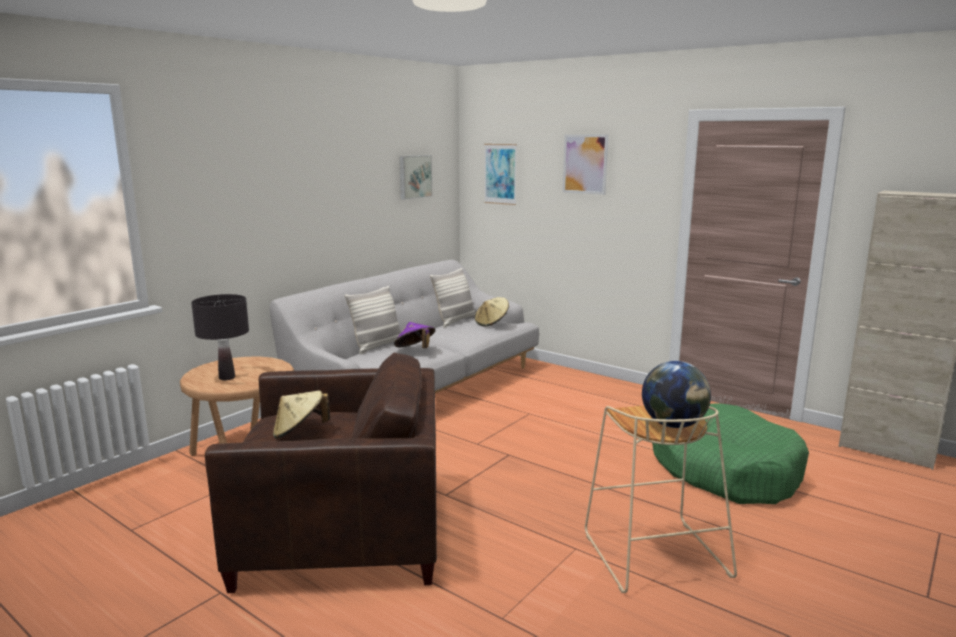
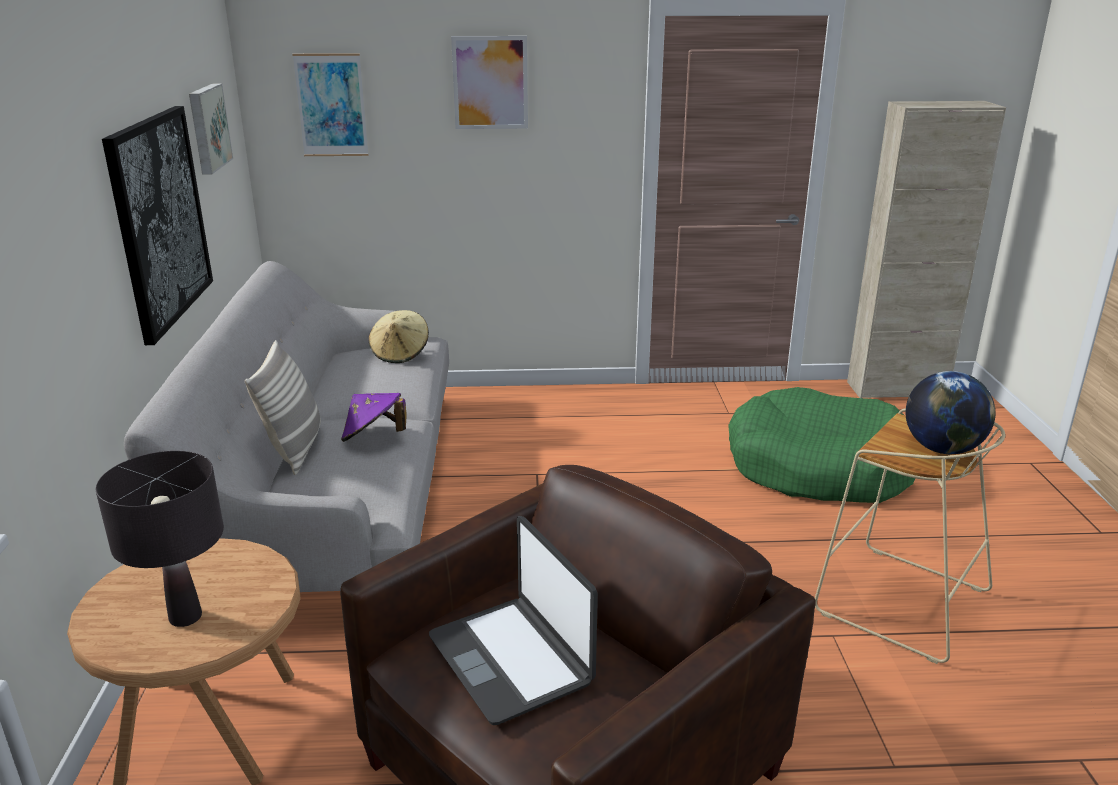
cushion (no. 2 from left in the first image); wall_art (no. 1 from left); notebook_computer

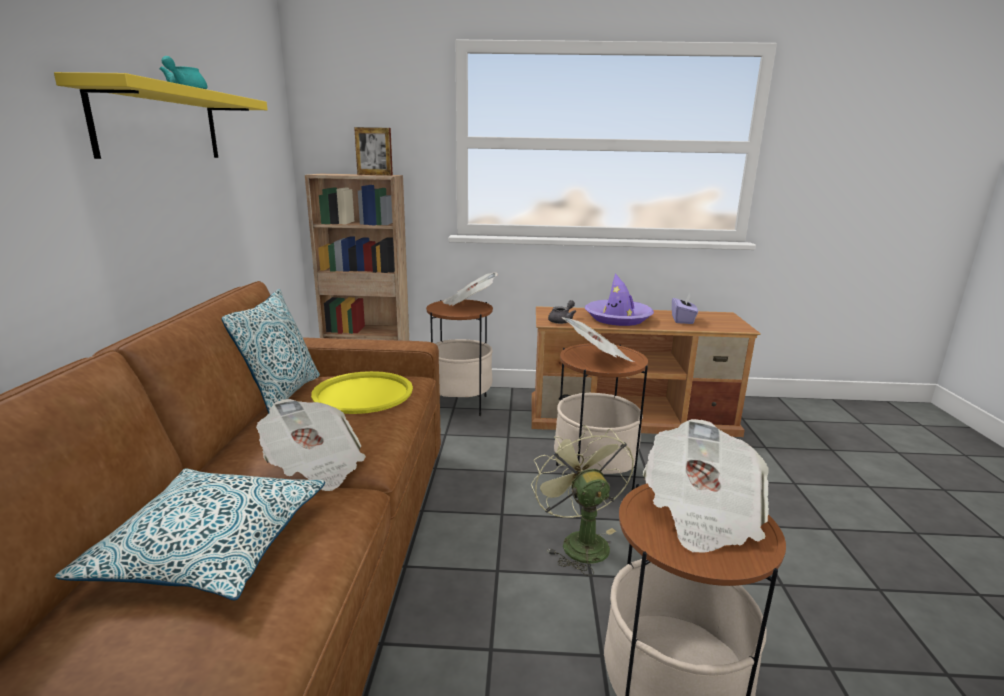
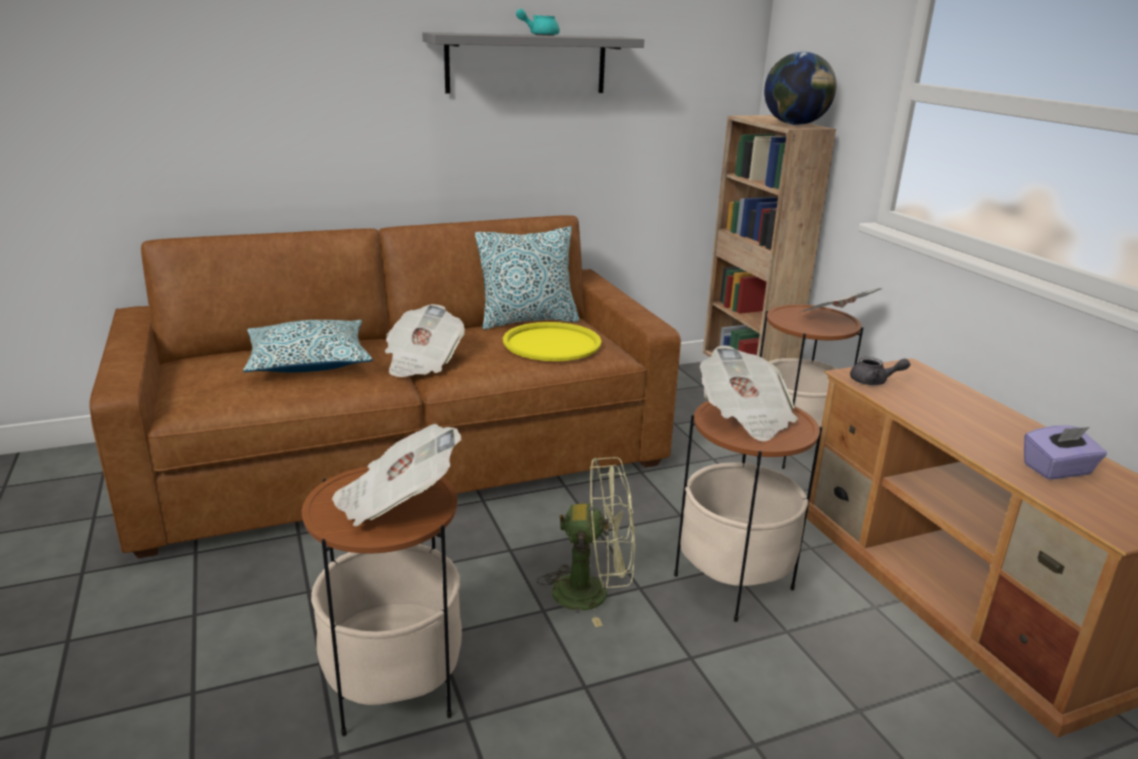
purple-coloured_hat; desk_globe; greyish_shelf; greenish_electric_fan

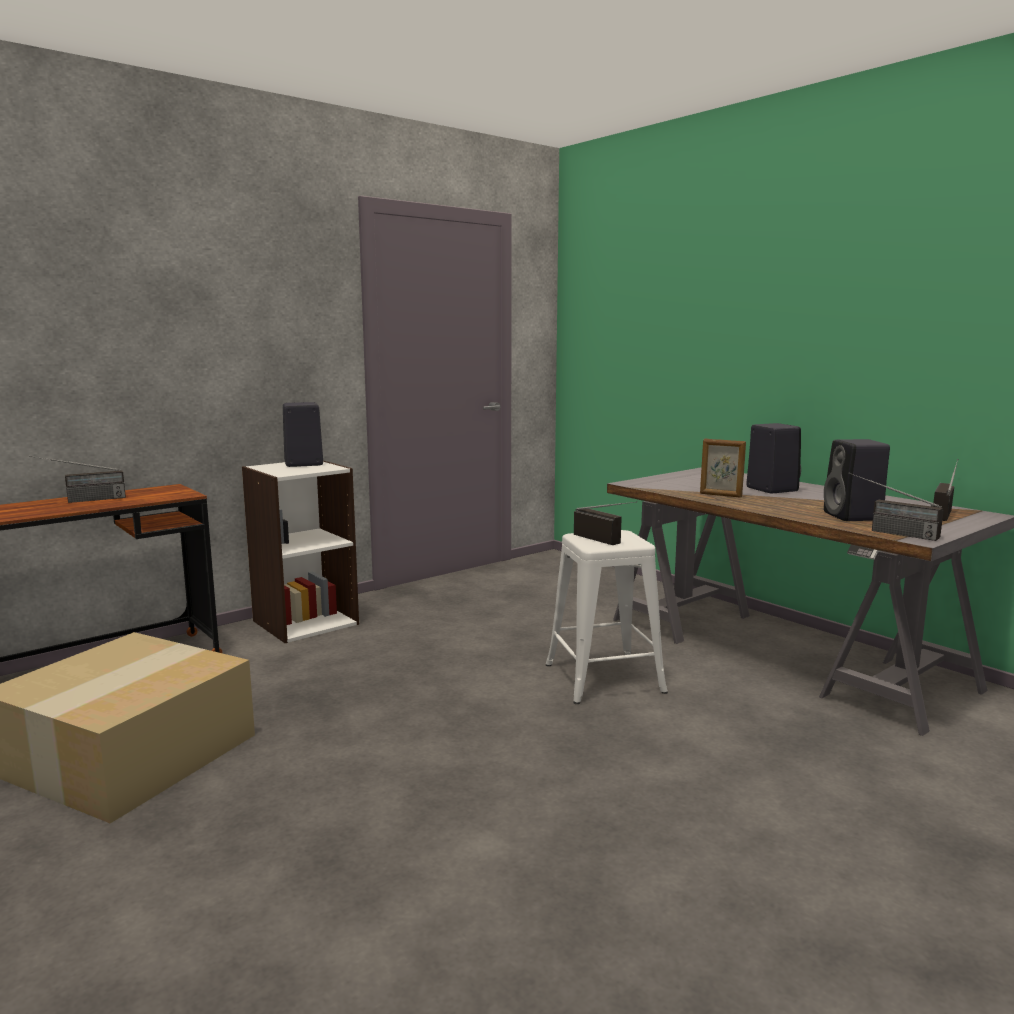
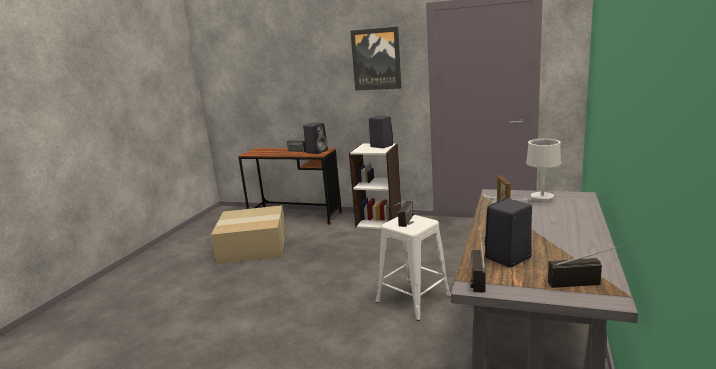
wall_art; whitish_tabletop_lamp; black_audio_speaker (no. 1 from left)

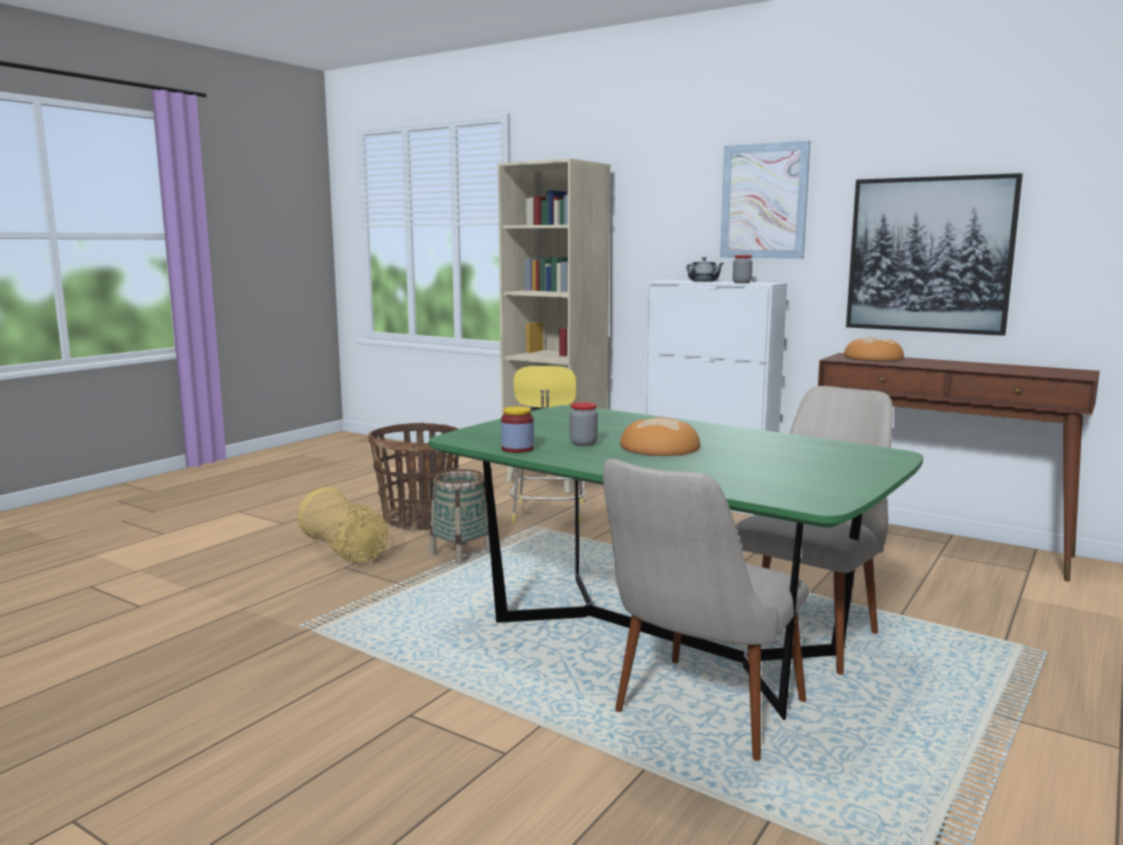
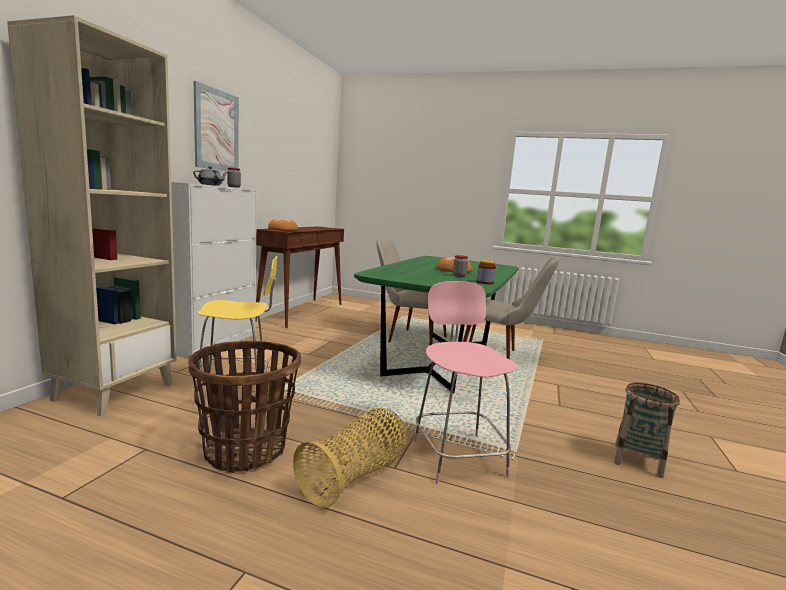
wall_art (no. 2 from left in the first image); pinkish_sitting_stool; household_basket (no. 3 from left)

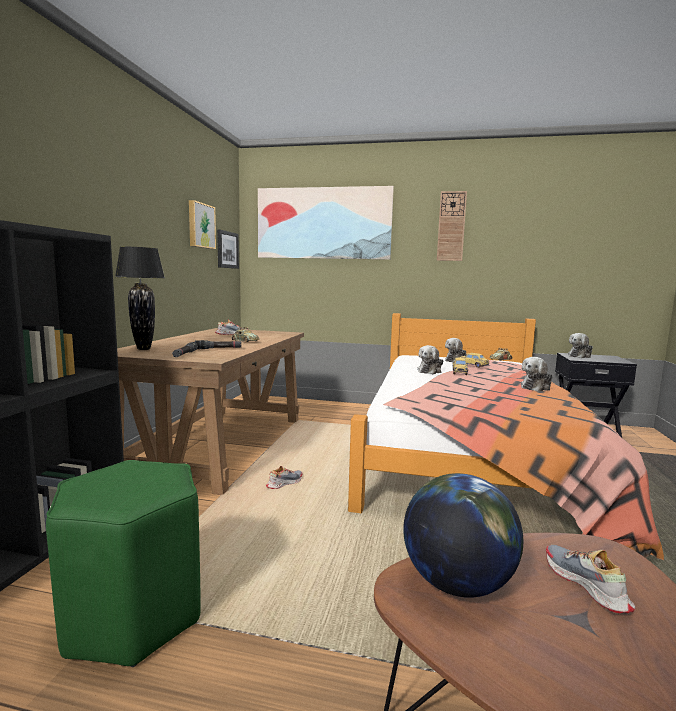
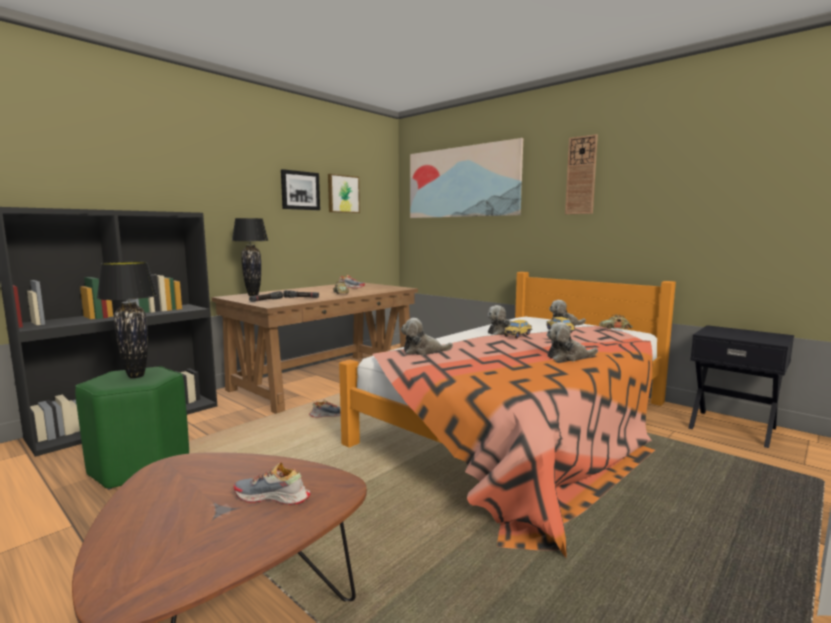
desk_globe; black_tabletop_lamp (no. 1 from left); wall_art (no. 1 from left); plush_toy (no. 1 from left); item_of_footwear (no. 1 from left)

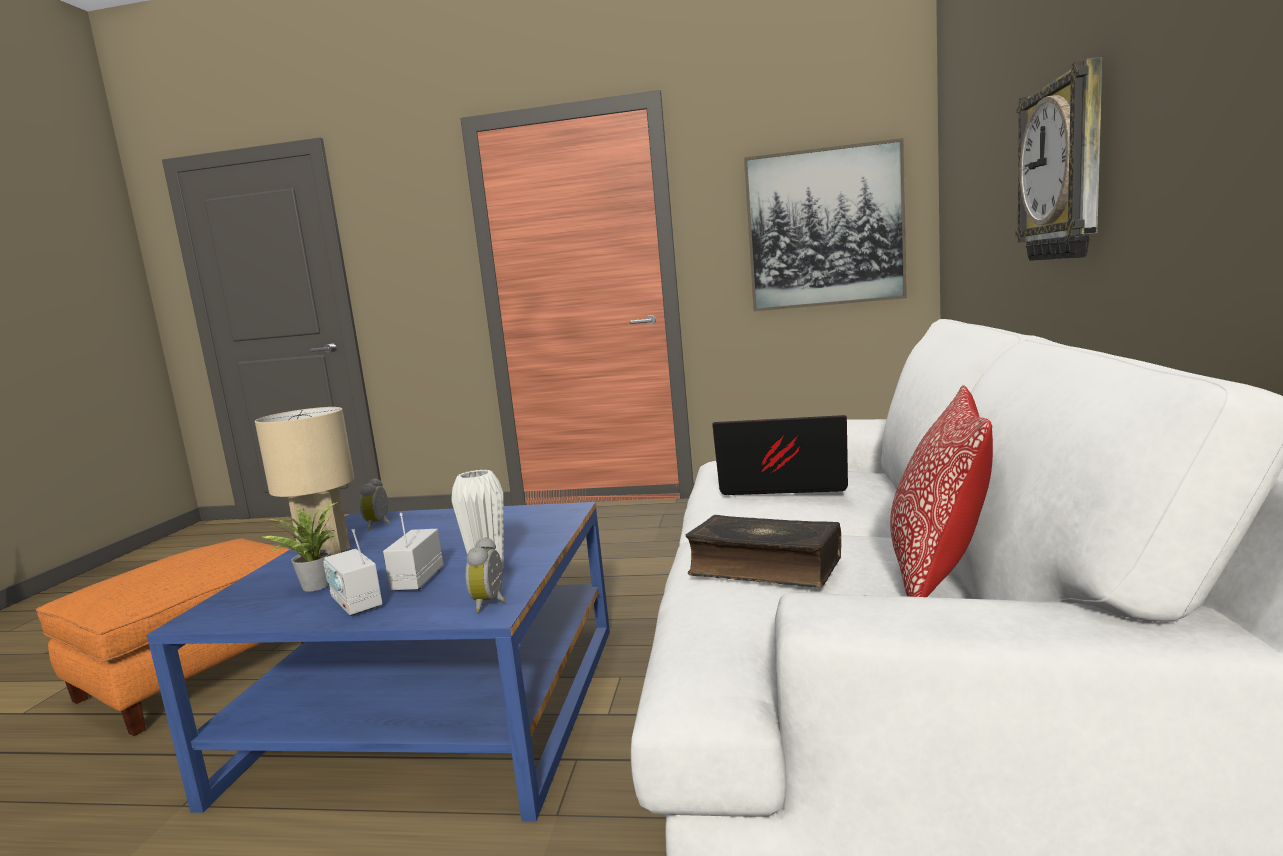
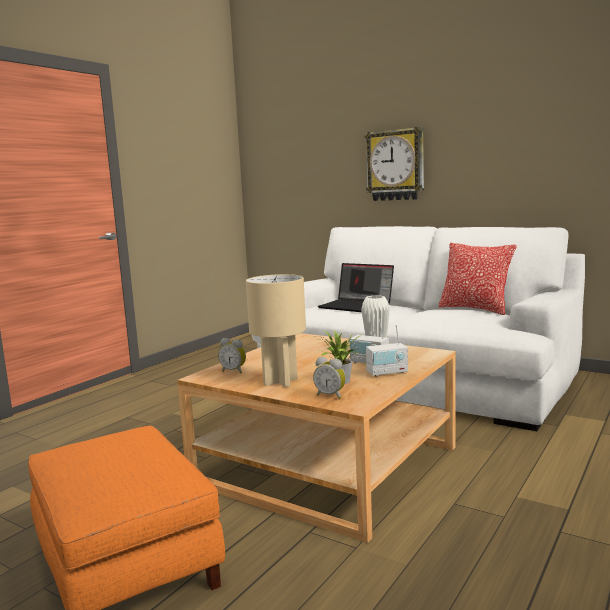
book; wall_art; alarm_clock (no. 2 from left); sand-coloured_lounge_table; notebook_computer

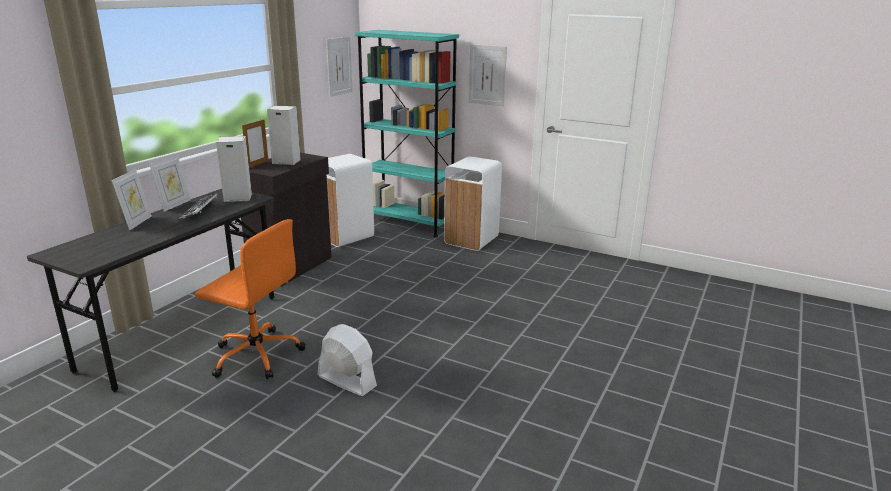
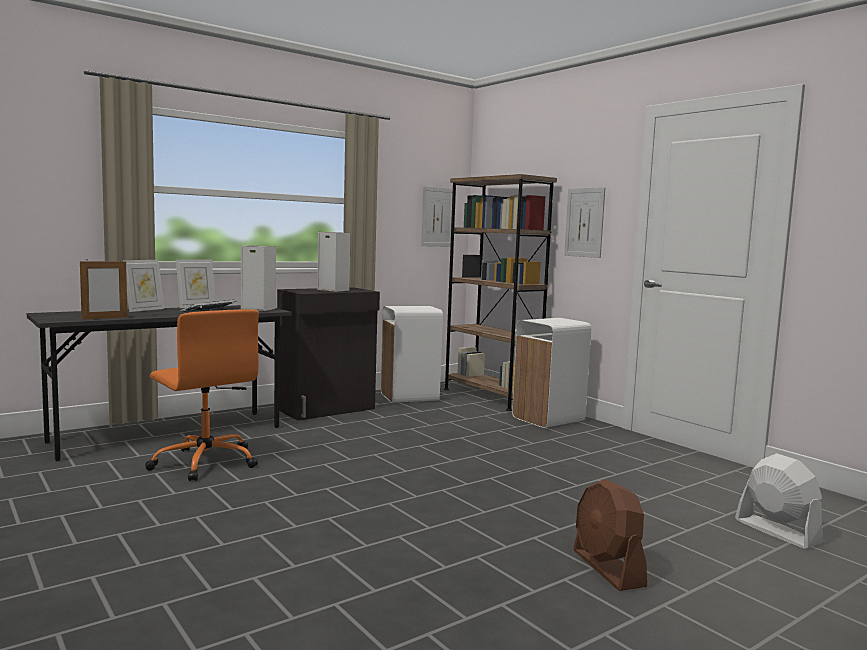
brown_electric_fan; standing_frame (no. 1 from left); whitish_electric_fan; brown_shelving_unit

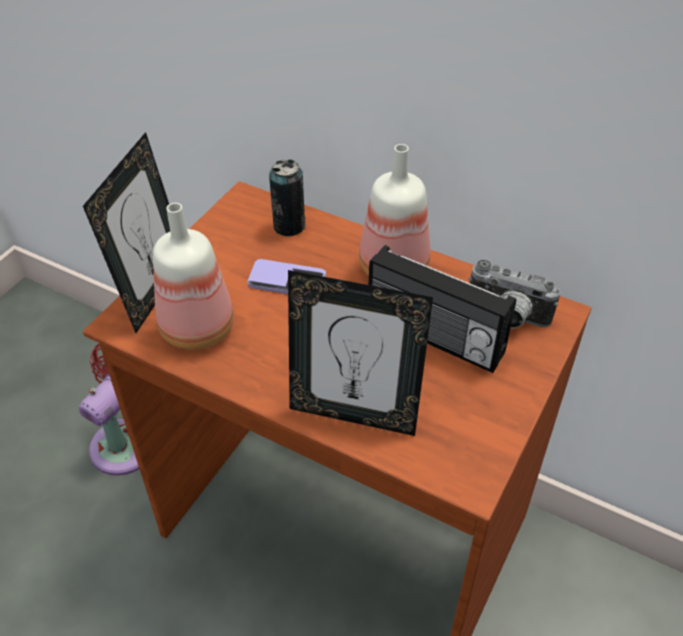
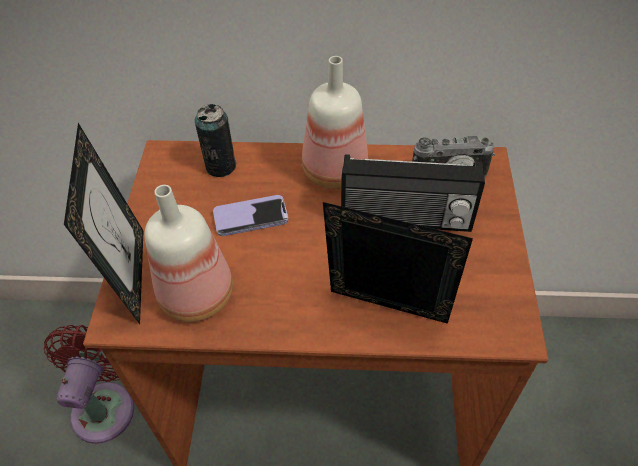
standing_frame (no. 2 from left)

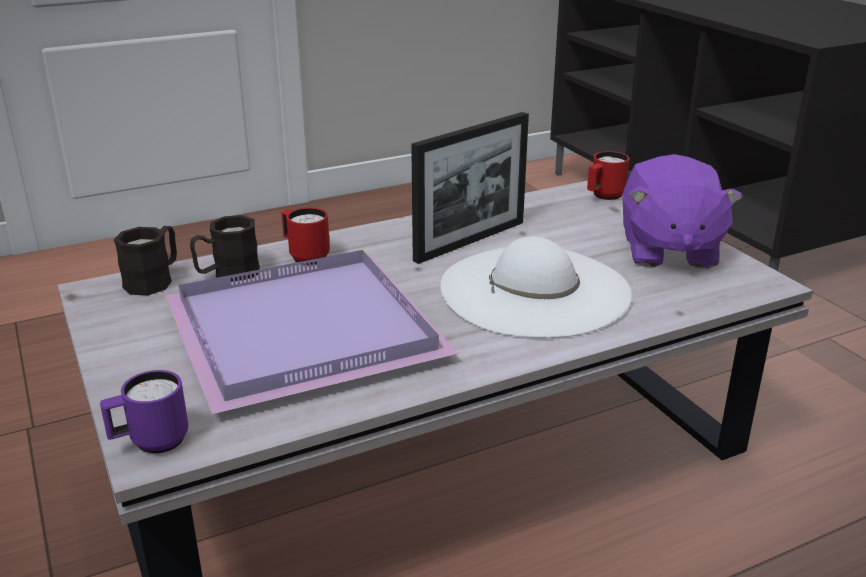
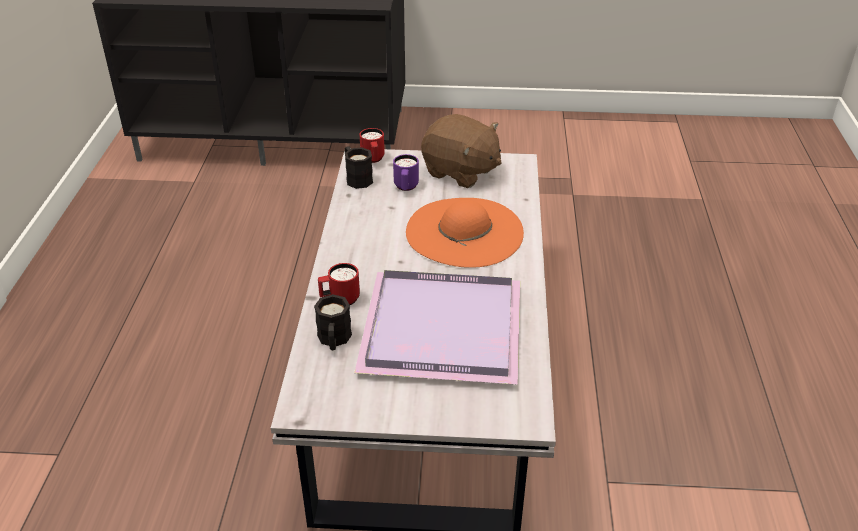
standing_frame; purple-coloured_tea_mug; black_tea_mug (no. 2 from left); orangey_hat; brown_plush_toy

